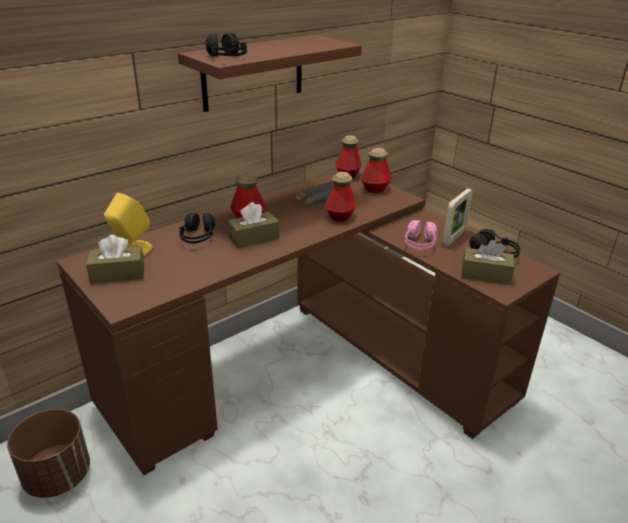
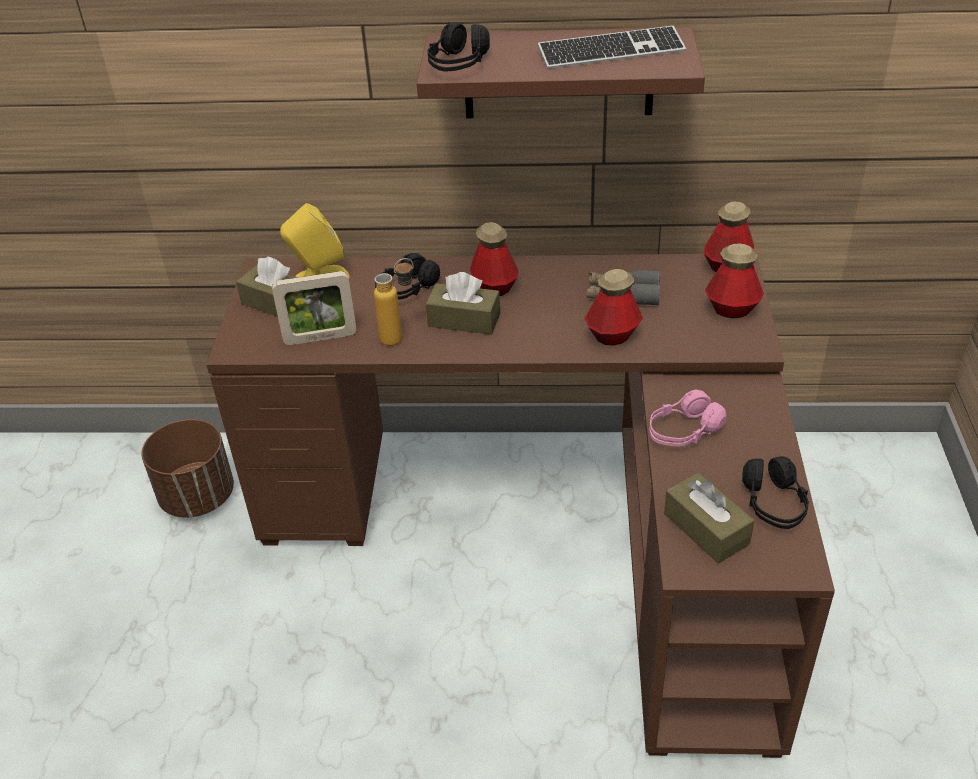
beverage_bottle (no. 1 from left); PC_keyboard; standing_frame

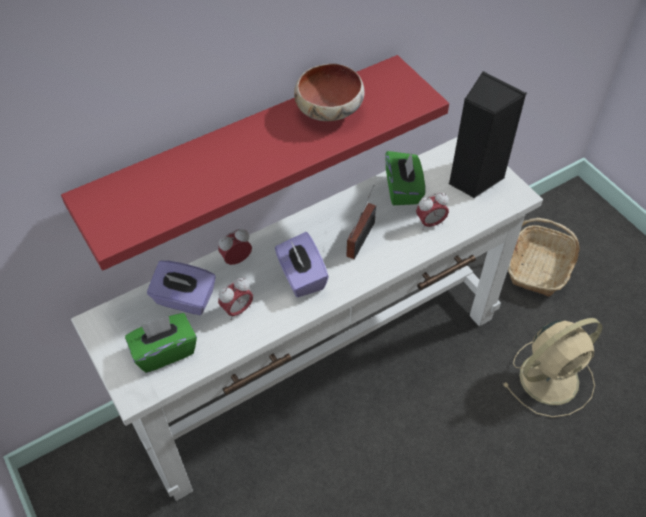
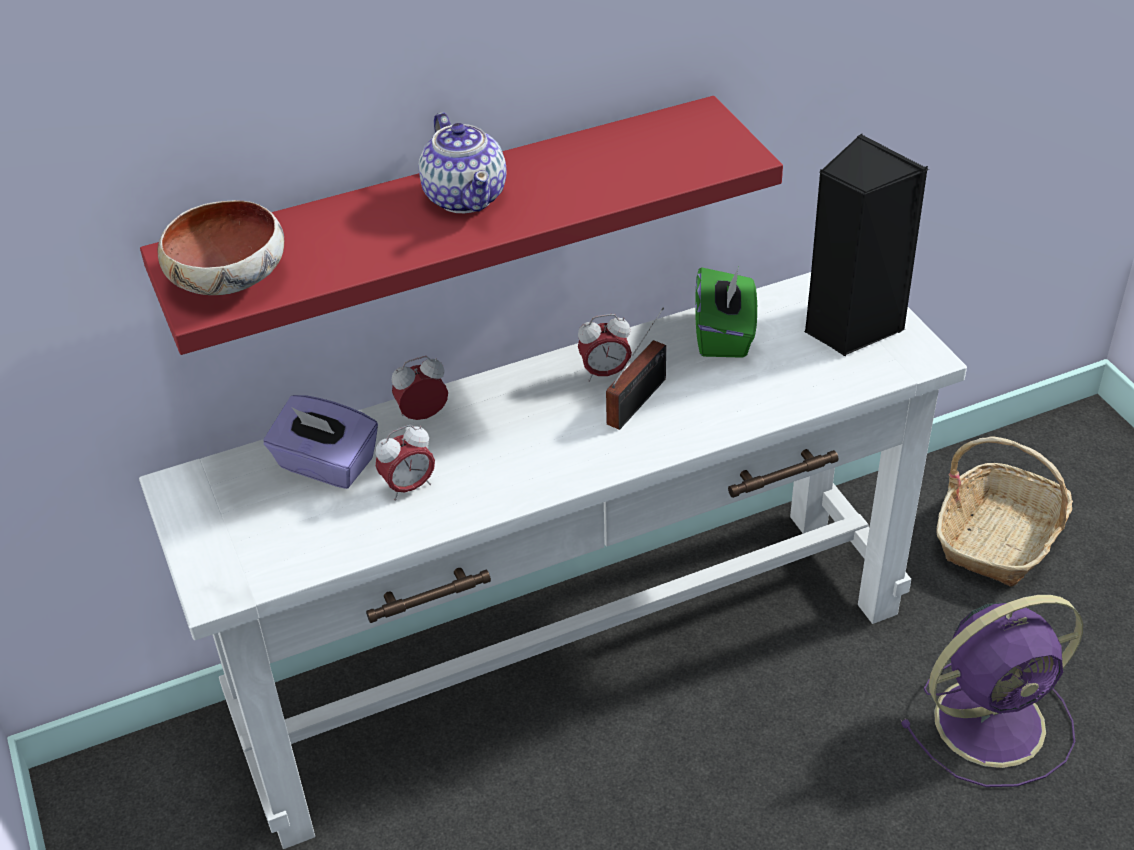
greenish_tissue_holder (no. 1 from left in the first image); purple-coloured_tissue_holder (no. 2 from left in the first image); tea_pot; serving_bowl; alarm_clock (no. 3 from left); purple-coloured_electric_fan

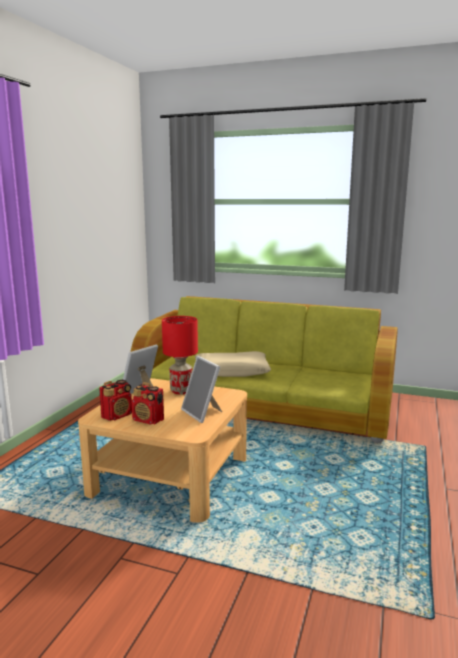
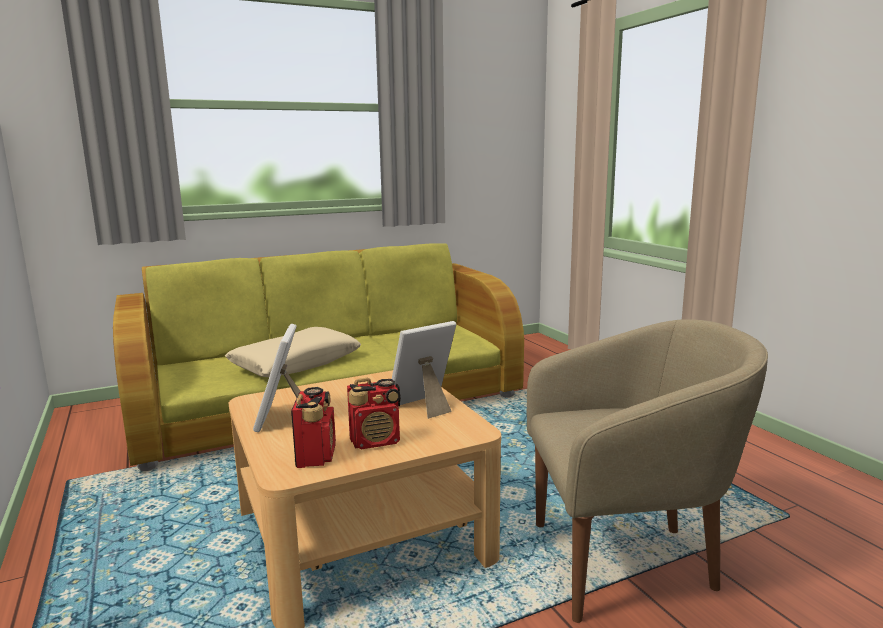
red-coloured_tabletop_lamp; sand-coloured_lounge_chair; standing_frame (no. 2 from left)

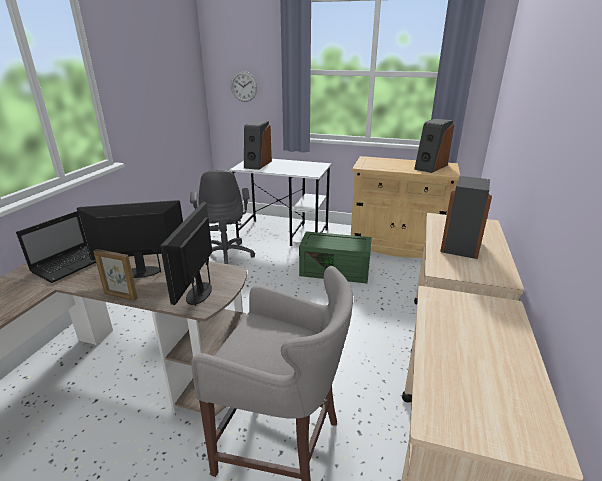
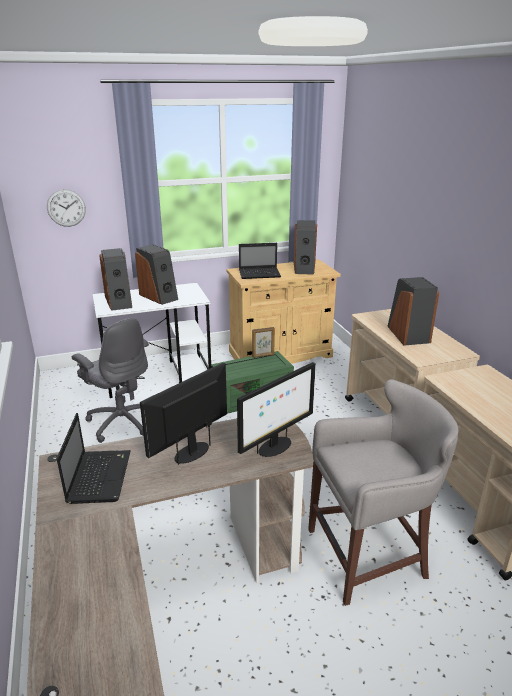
audio_speaker (no. 2 from left); notebook_computer (no. 2 from left); standing_frame; computer_display (no. 2 from left)

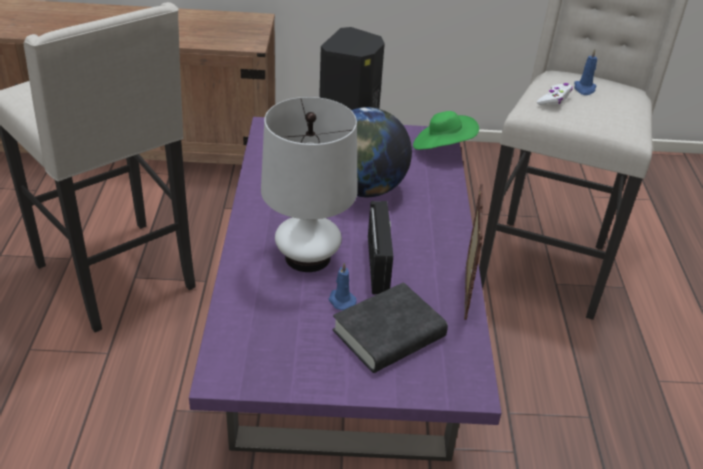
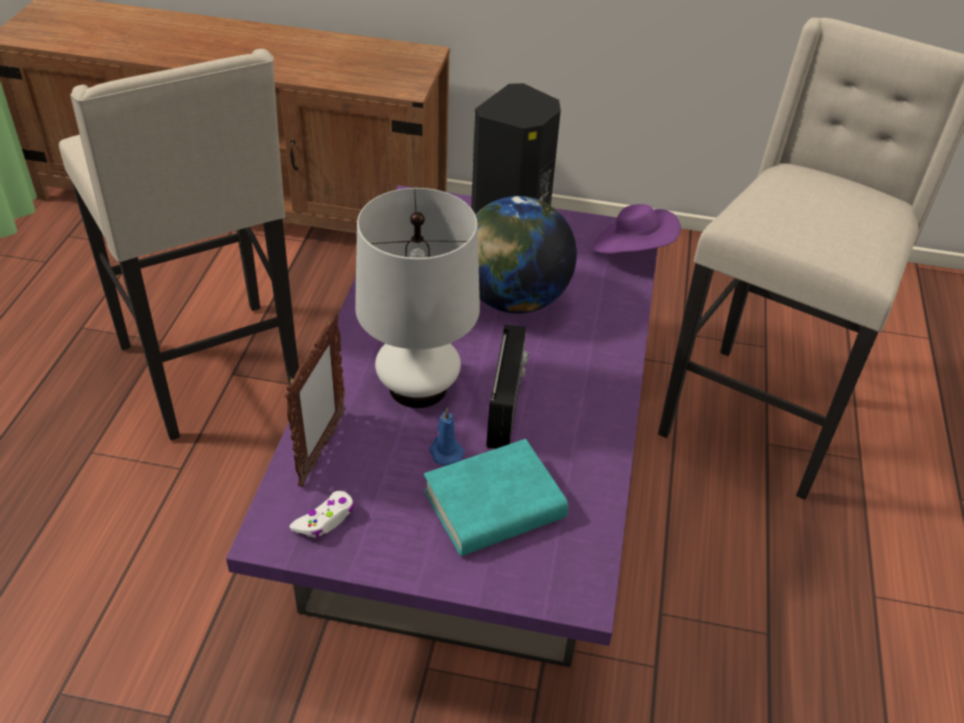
blue-coloured_wax_light (no. 2 from left in the first image); standing_frame; whitish_gamepad; turquoise_book; purple-coloured_hat

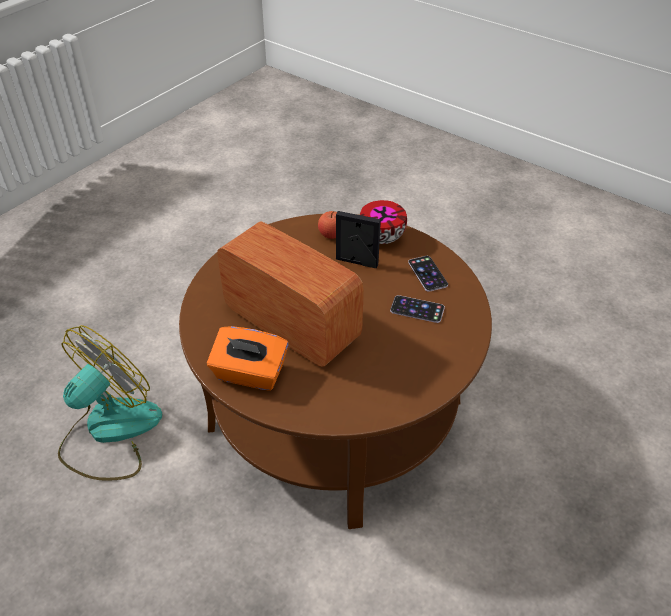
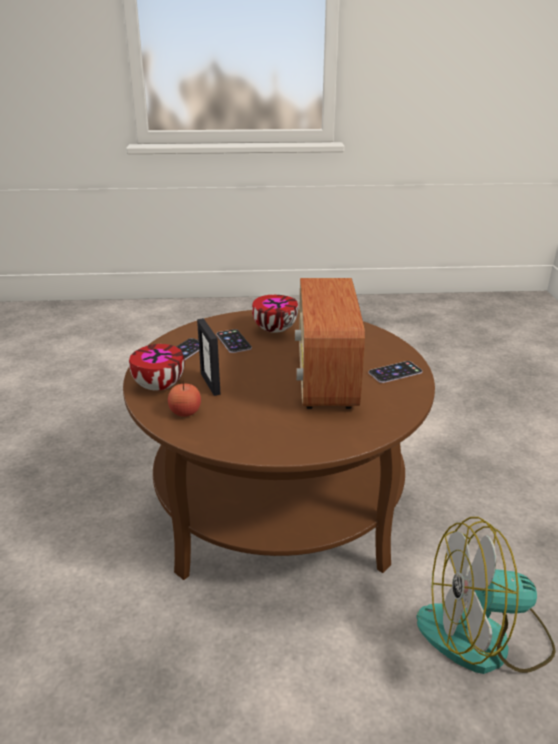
serving_bowl (no. 2 from left); phone (no. 3 from left)

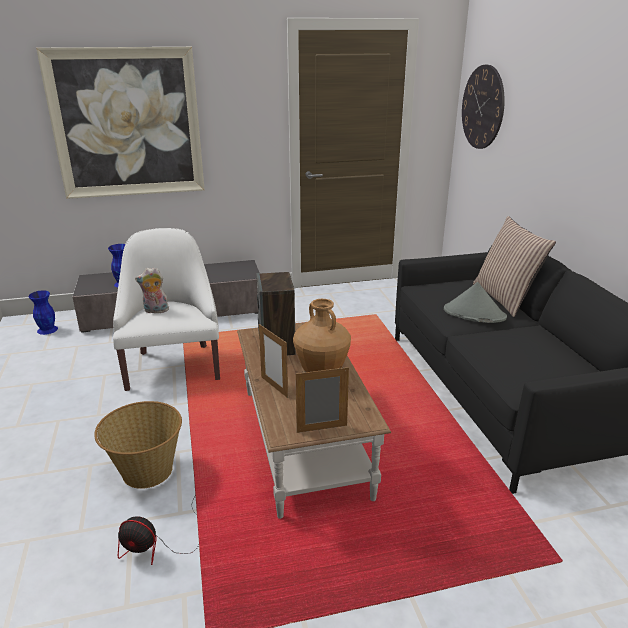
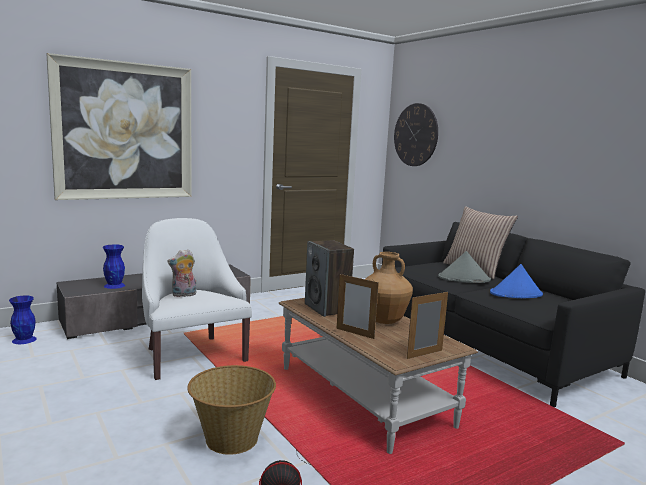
blue-coloured_hat

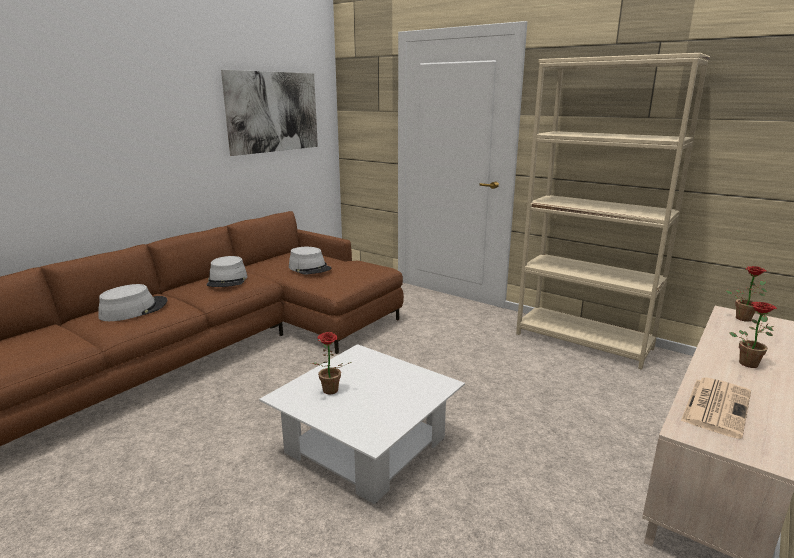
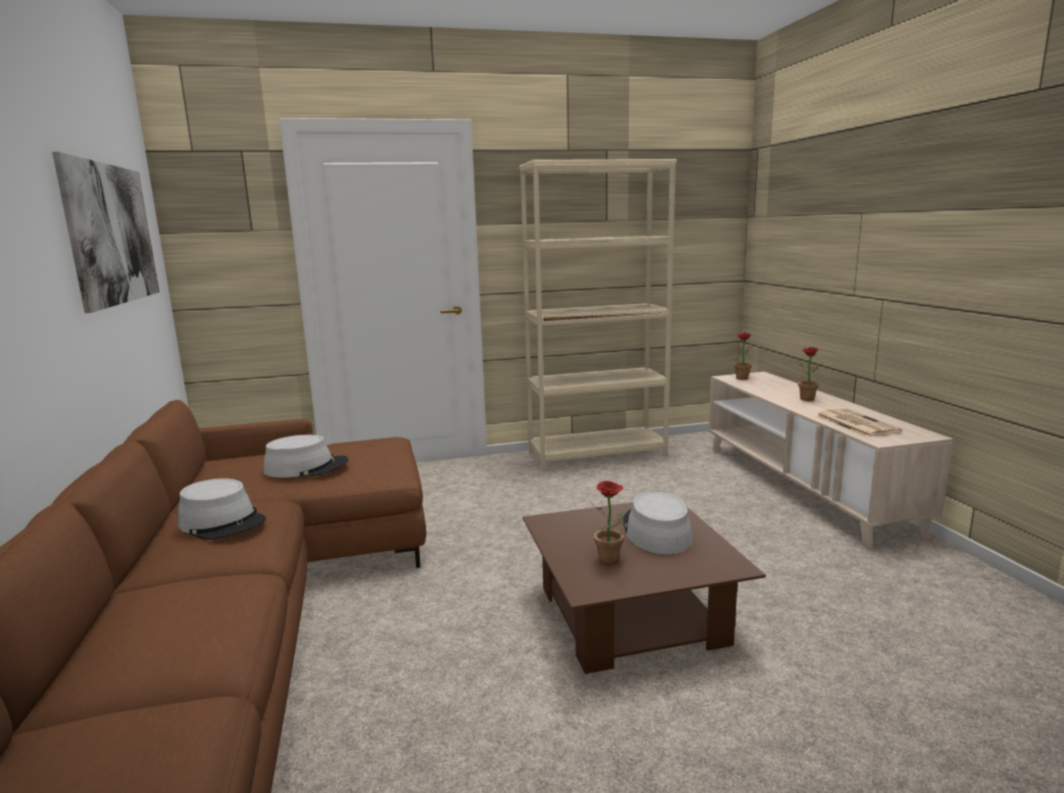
greyish_hat (no. 3 from left); brown_lounge_table

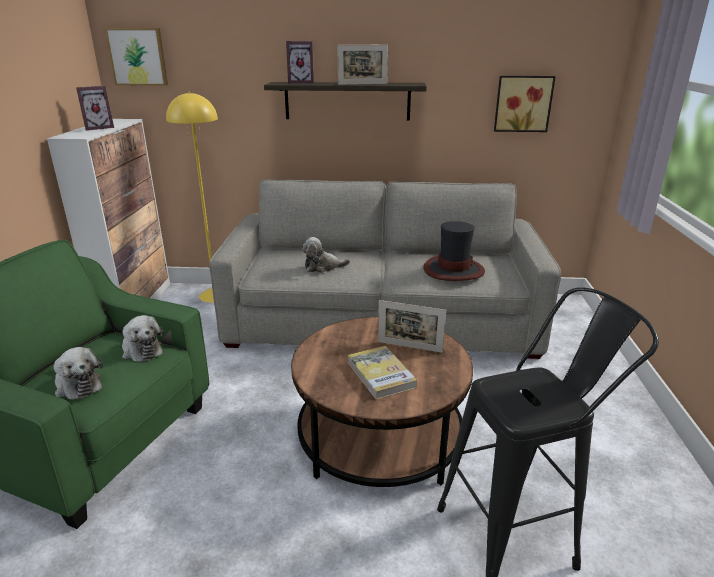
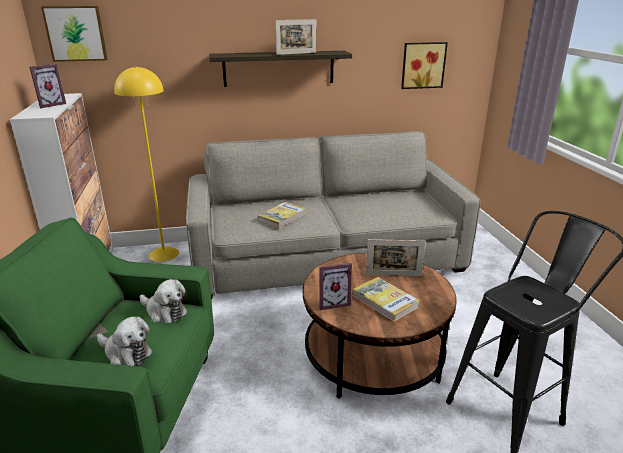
hat; standing_frame (no. 3 from left); book (no. 1 from left)

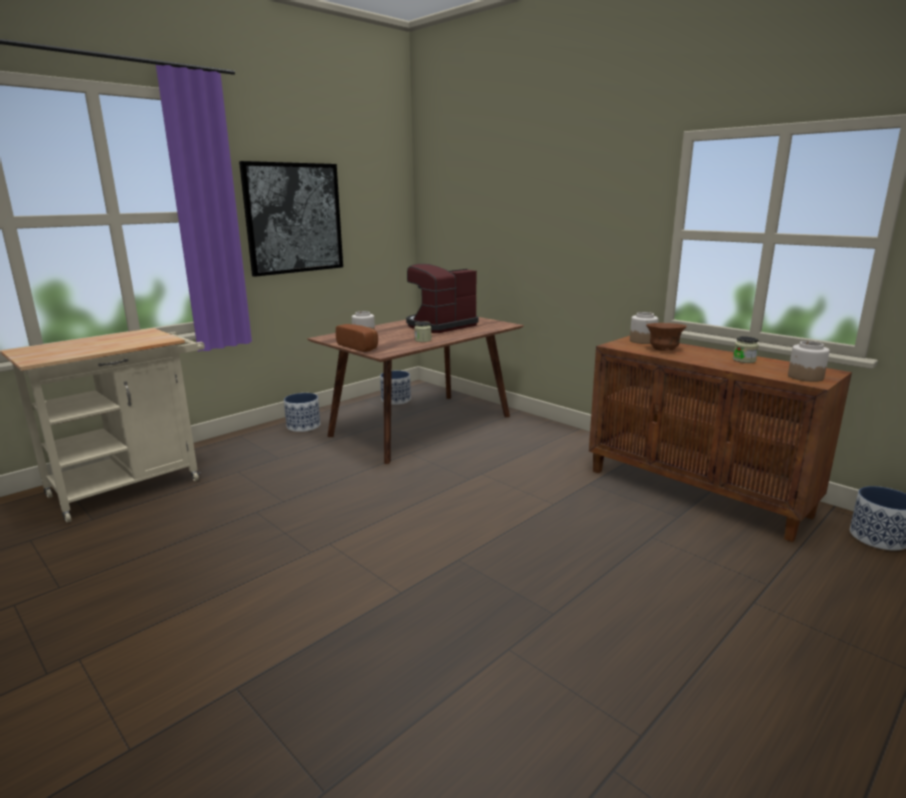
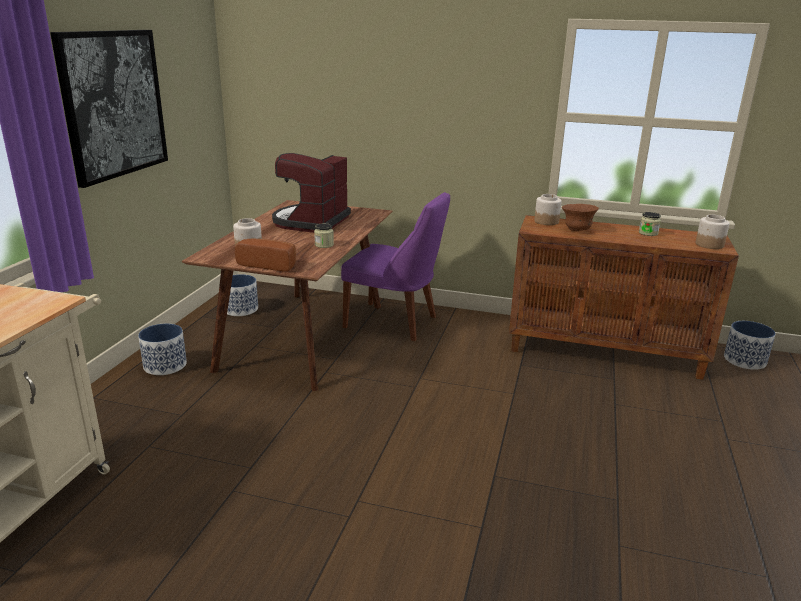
purple-coloured_plain_chair

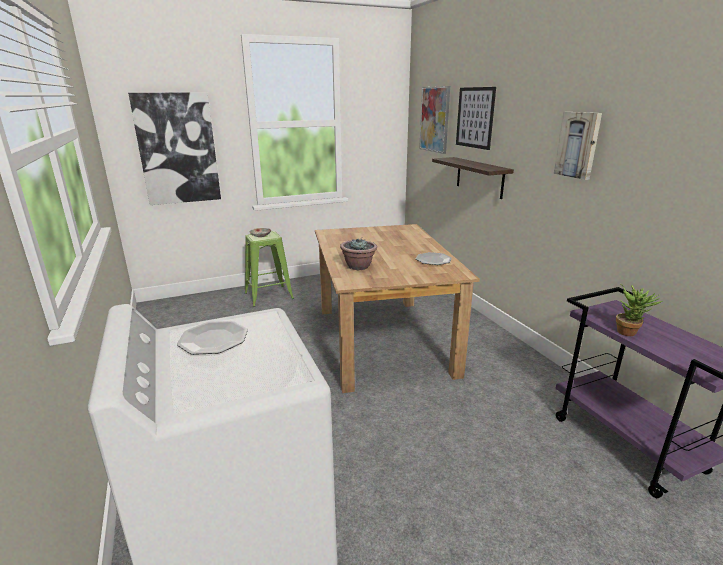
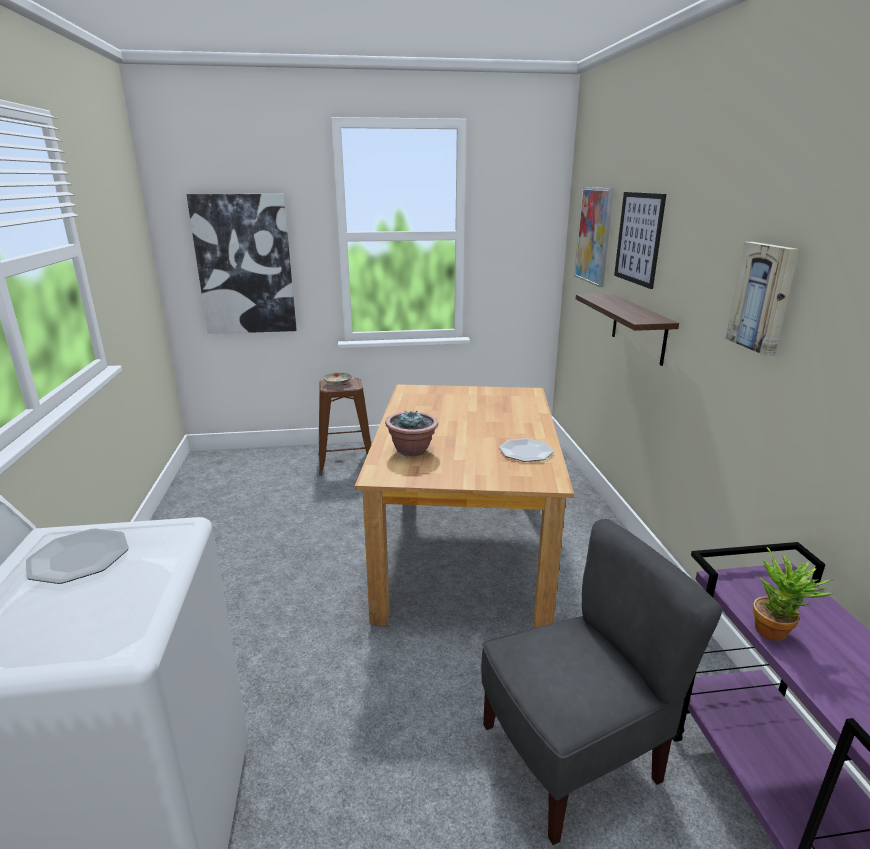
greyish_plain_chair; brown_sitting_stool

